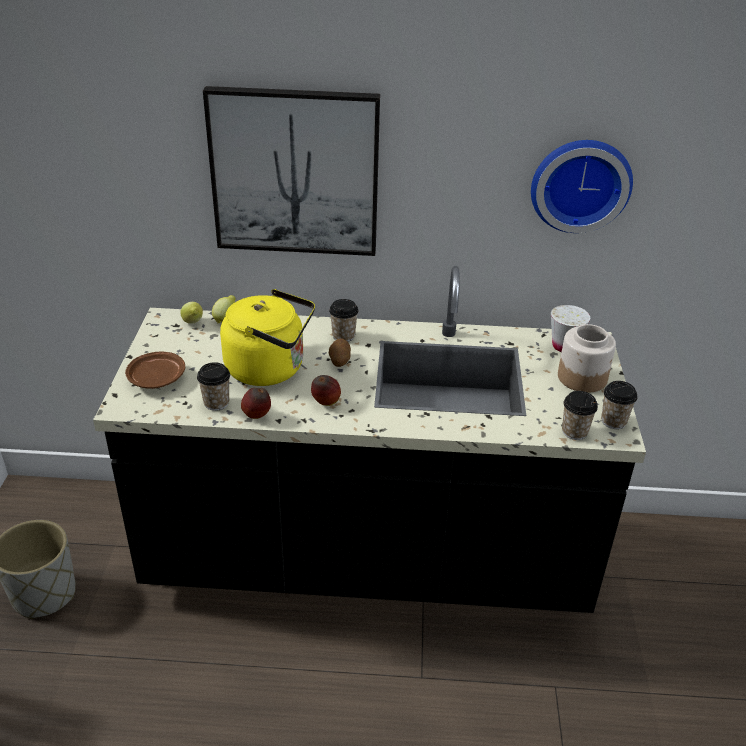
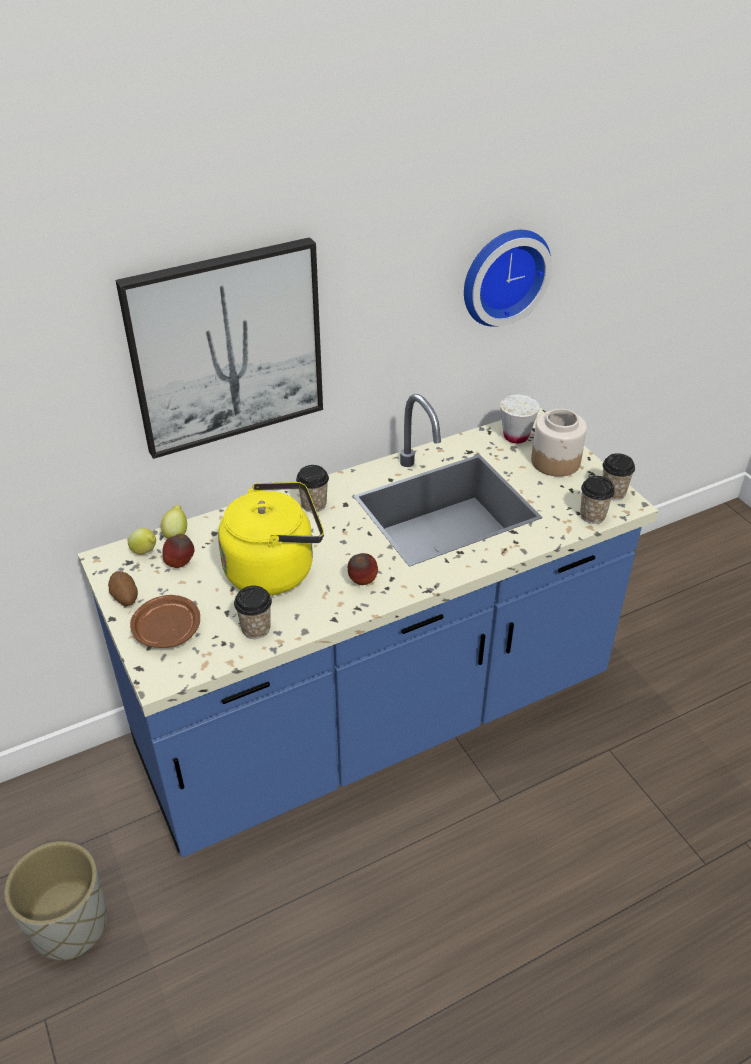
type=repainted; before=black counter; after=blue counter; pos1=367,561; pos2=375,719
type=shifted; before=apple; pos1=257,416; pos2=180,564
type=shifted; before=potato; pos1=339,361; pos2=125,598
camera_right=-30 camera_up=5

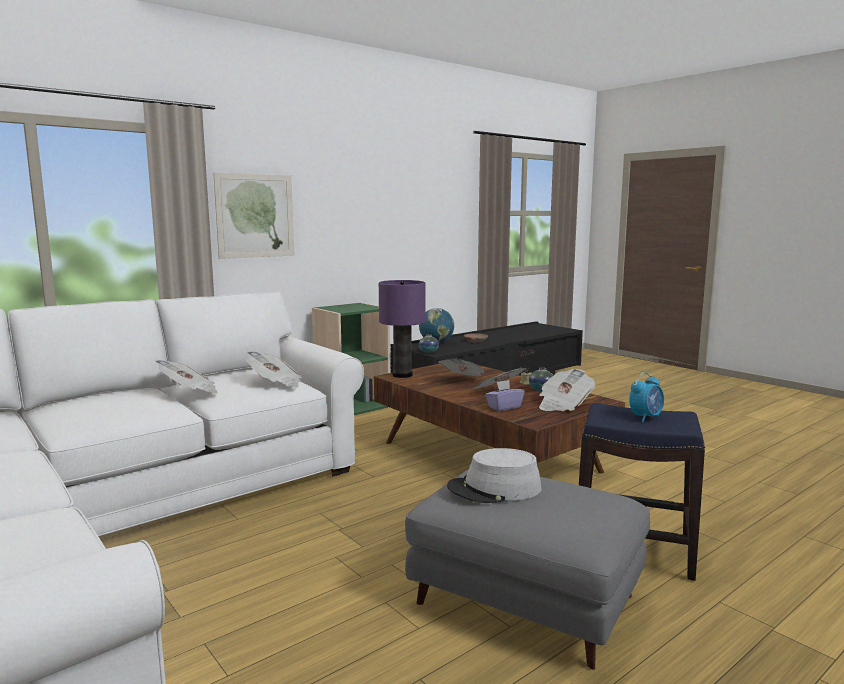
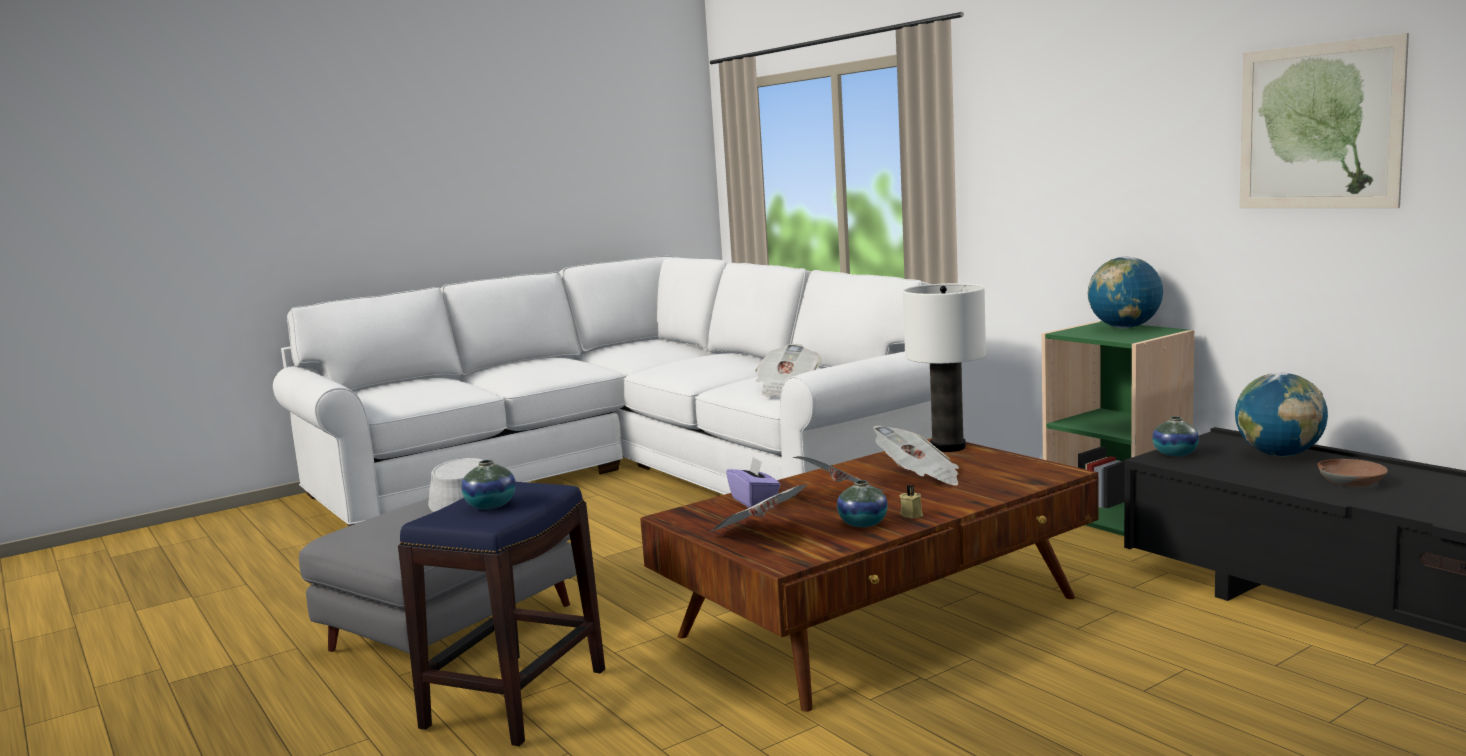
type=gone; before=newspaper; pos1=189,392
type=shifted; before=picture; pos1=255,216; pos2=1319,126
type=repainted; before=purple table lamp; after=white table lamp; pos1=402,375; pos2=948,447
type=swapped; before=alarm clock; after=vase; pos1=646,417; pos2=490,505
type=new; after=globe; pos2=1125,328
camera_right=95 camera_up=0

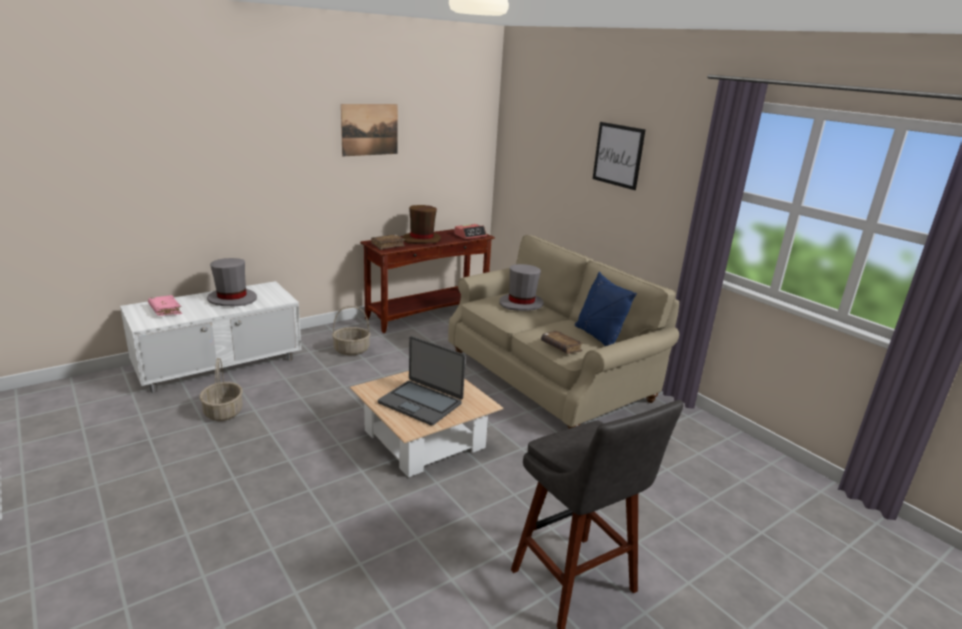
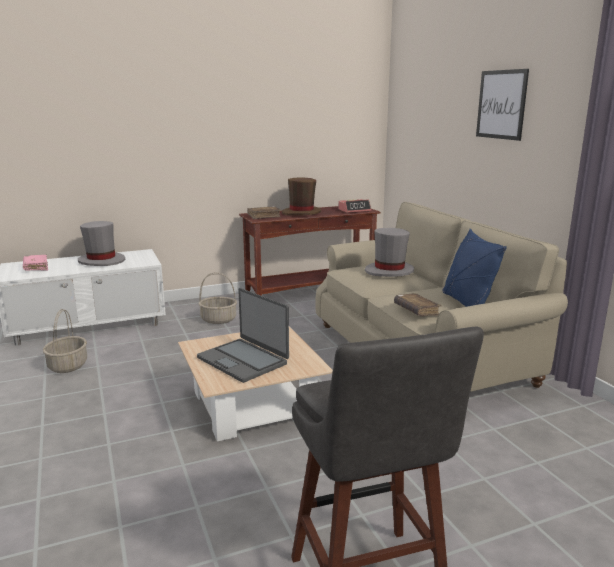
type=gone; before=picture; pos1=369,129
camera_right=15 camera_up=-5

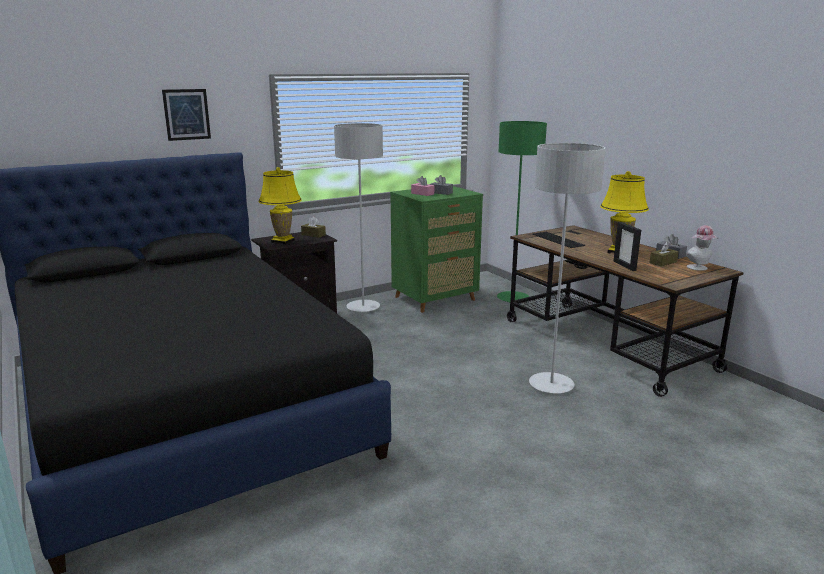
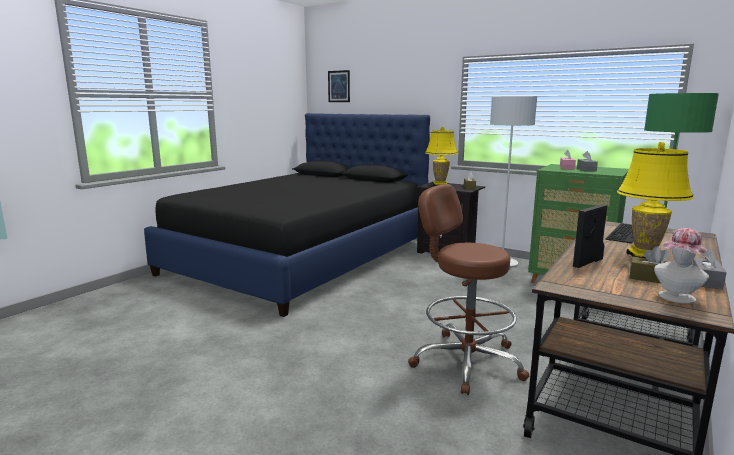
type=shifted; before=picture; pos1=186,114; pos2=339,86
type=swapped; before=grey floor lamp; after=brown stool; pos1=551,385; pos2=465,361
camera_right=65 camera_up=-5

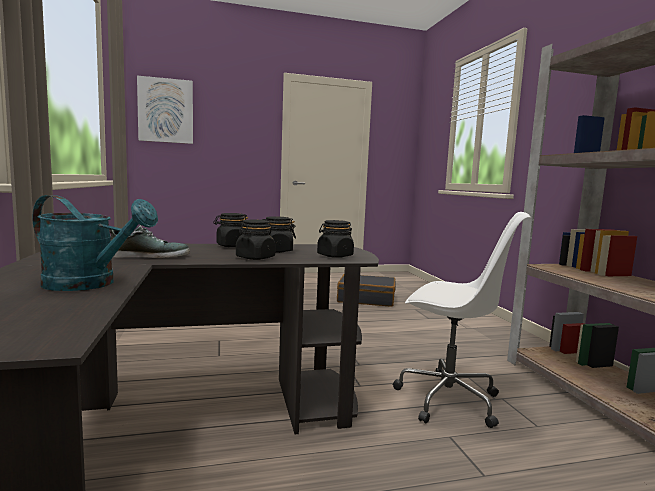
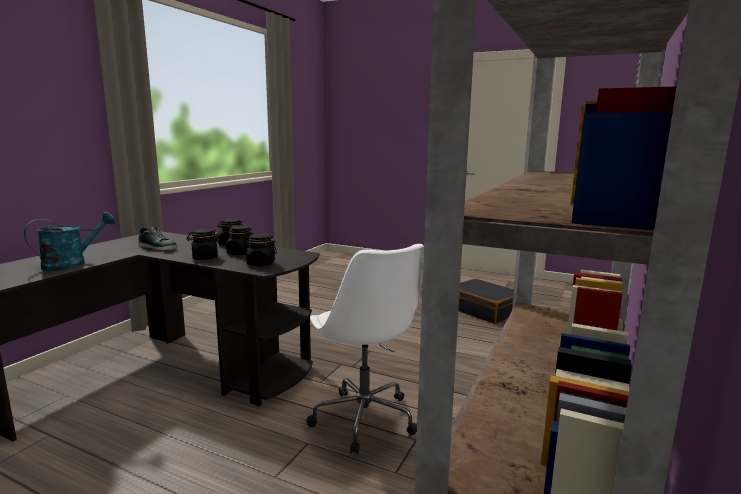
type=rotated; before=turquoise watering can; pos1=90,284; pos2=72,264; turn=-105
type=gone; before=picture; pos1=166,110
camera_right=40 camera_up=5

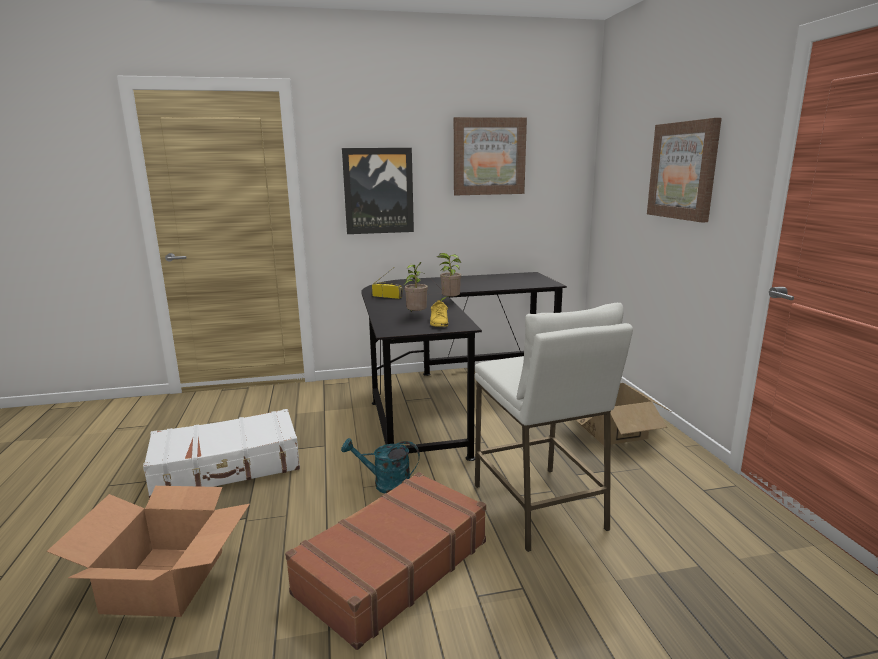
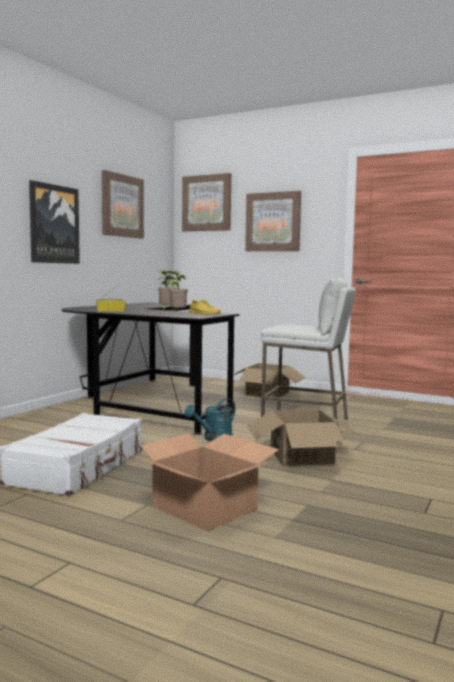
type=swapped; before=brown suitcase; after=cardboard box; pos1=392,567; pos2=301,456
type=new; after=picture; pos2=207,203
camera_right=-50 camera_up=-10

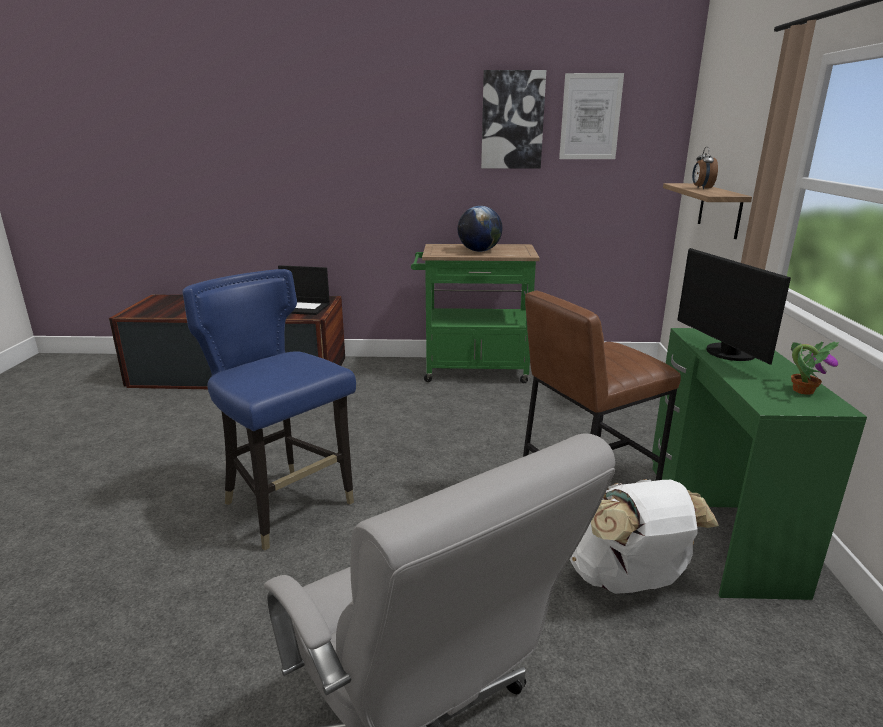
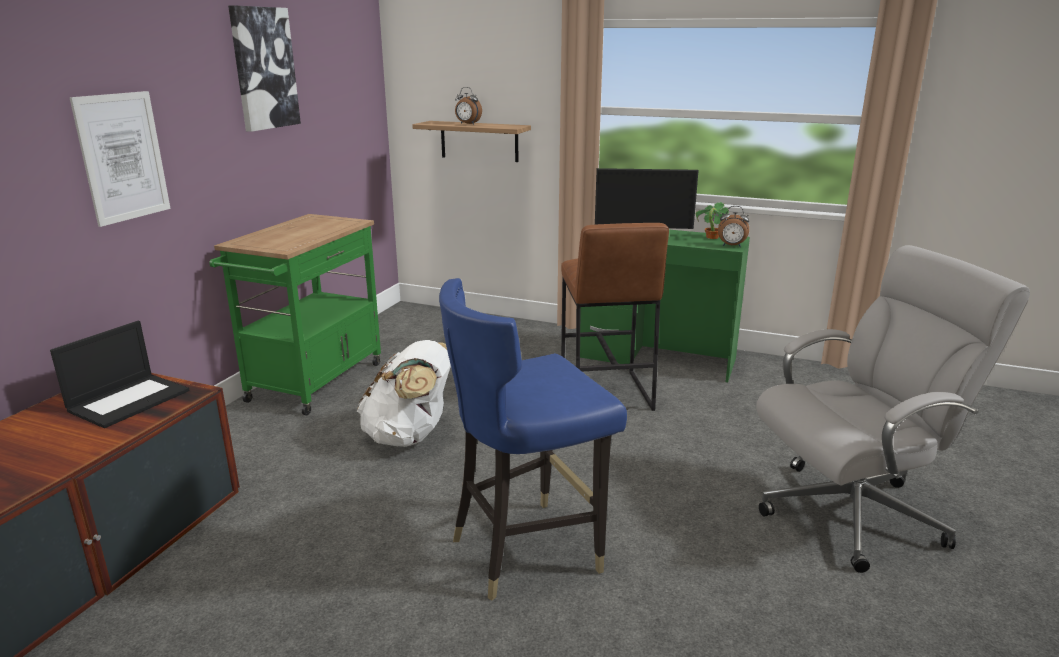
type=gone; before=globe; pos1=479,251
type=shifted; before=picture; pos1=590,117; pos2=123,157
type=shifted; before=white backpack; pos1=628,581; pos2=410,436
type=new; after=alarm clock; pos2=731,246
camera_right=-70 camera_up=0

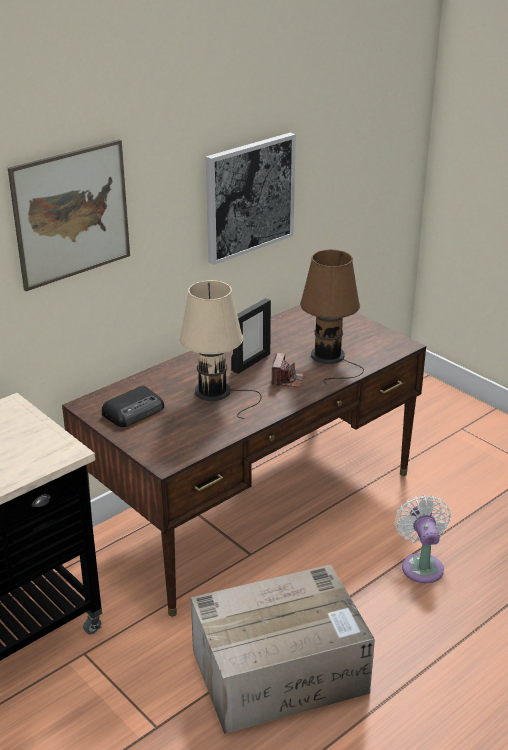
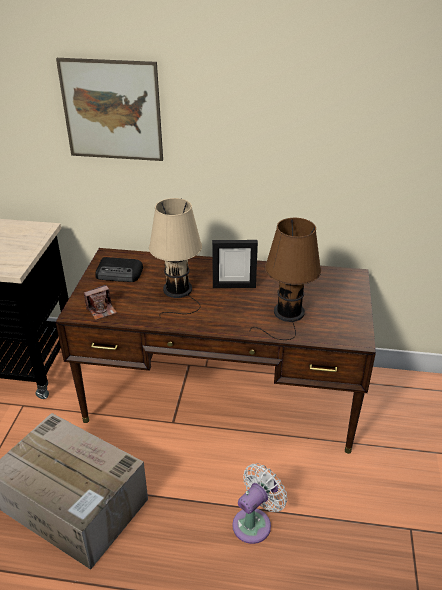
type=gone; before=picture; pos1=249,197
type=shifted; before=photo camera; pos1=286,380; pos2=101,310
camera_right=50 camera_up=5

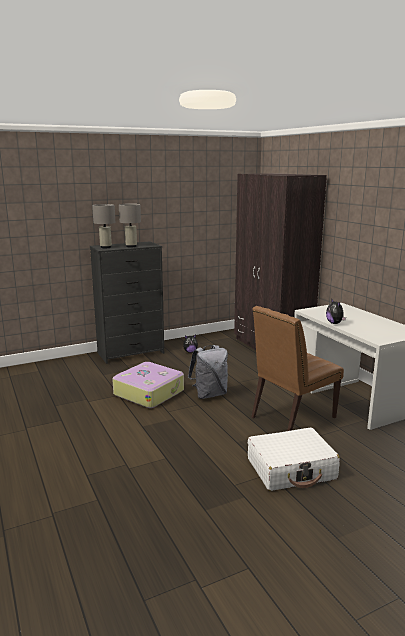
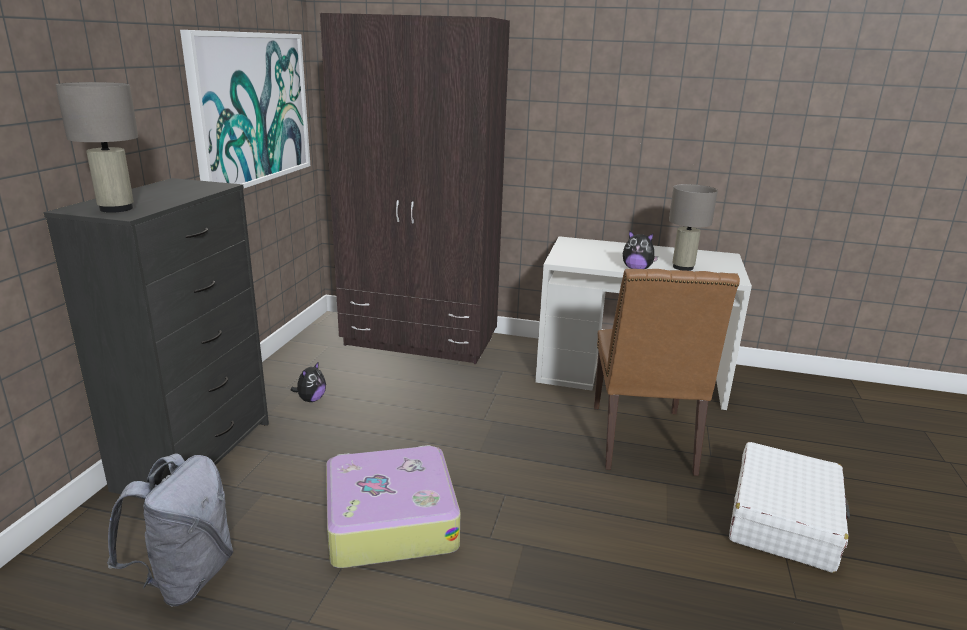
type=shifted; before=grey table lamp; pos1=131,246; pos2=683,267
type=shifted; before=grey backpack; pos1=209,394; pos2=186,578
type=new; after=picture; pos2=251,109
camera_right=-50 camera_up=5

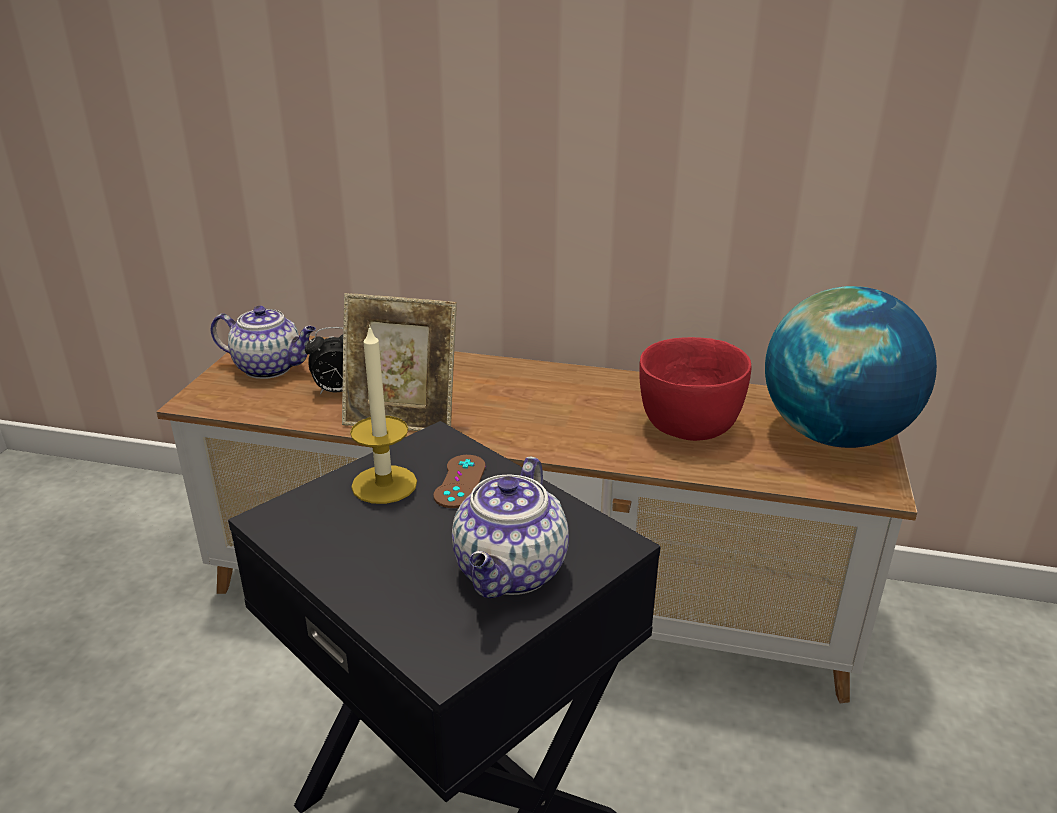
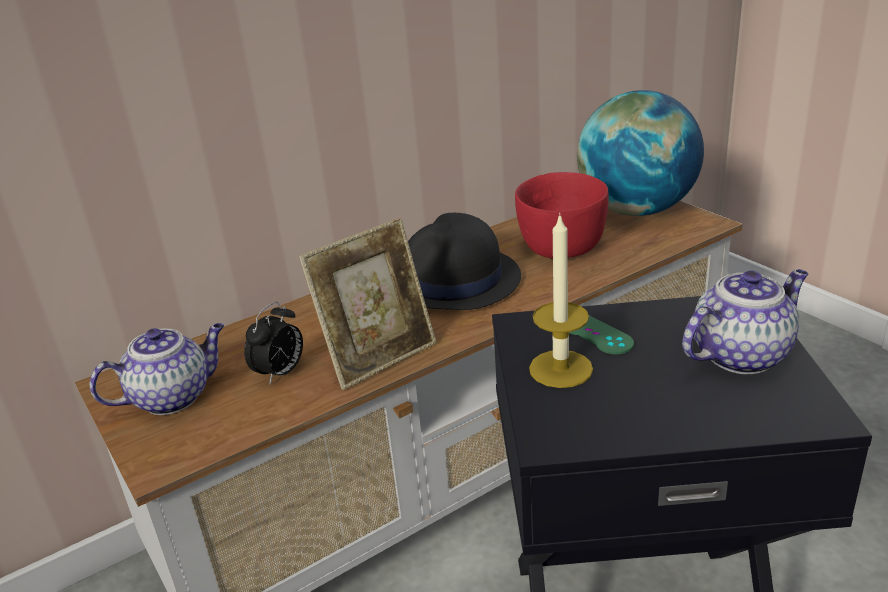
type=repainted; before=brown game controller; after=green game controller; pos1=460,481; pos2=597,334
type=rotated; before=teapot; pos1=511,573; pos2=741,354; turn=-90
type=new; after=black hat; pos2=453,281
camera_right=-45 camera_up=0

